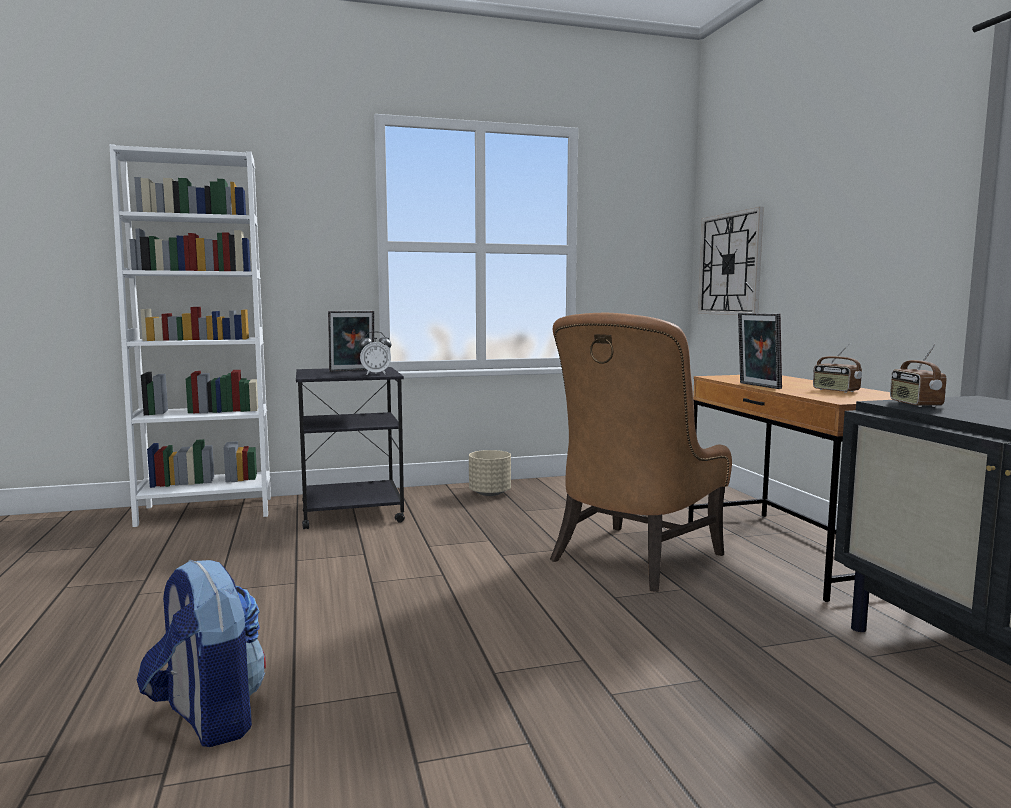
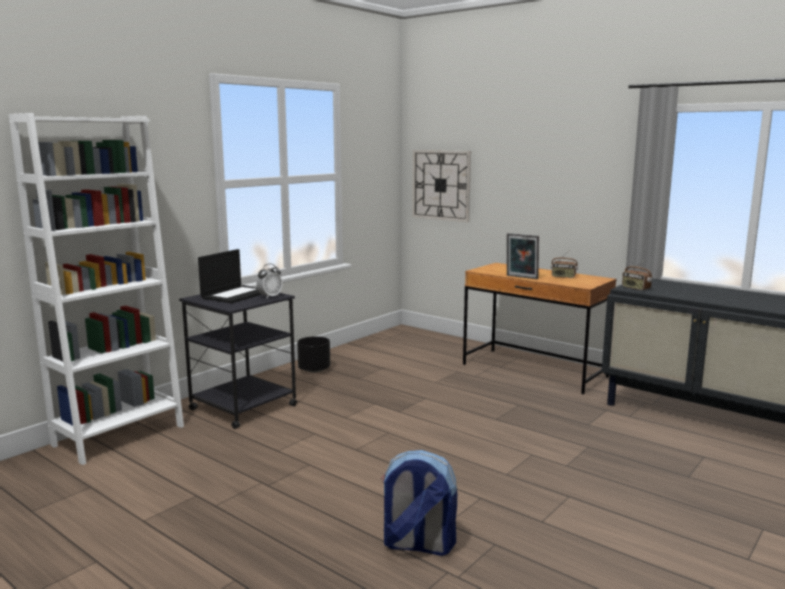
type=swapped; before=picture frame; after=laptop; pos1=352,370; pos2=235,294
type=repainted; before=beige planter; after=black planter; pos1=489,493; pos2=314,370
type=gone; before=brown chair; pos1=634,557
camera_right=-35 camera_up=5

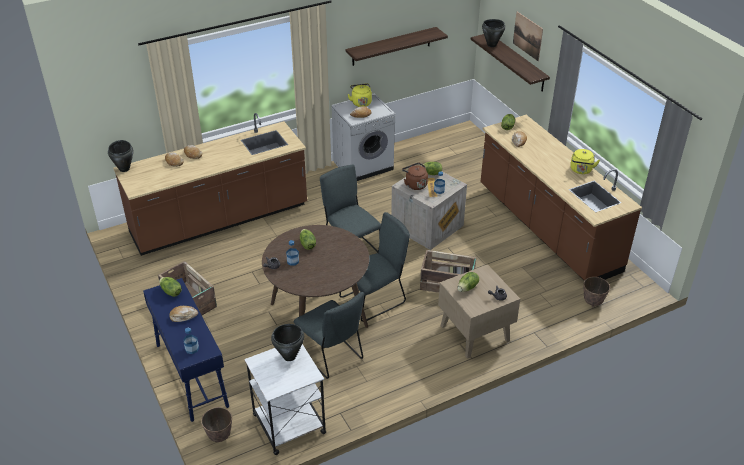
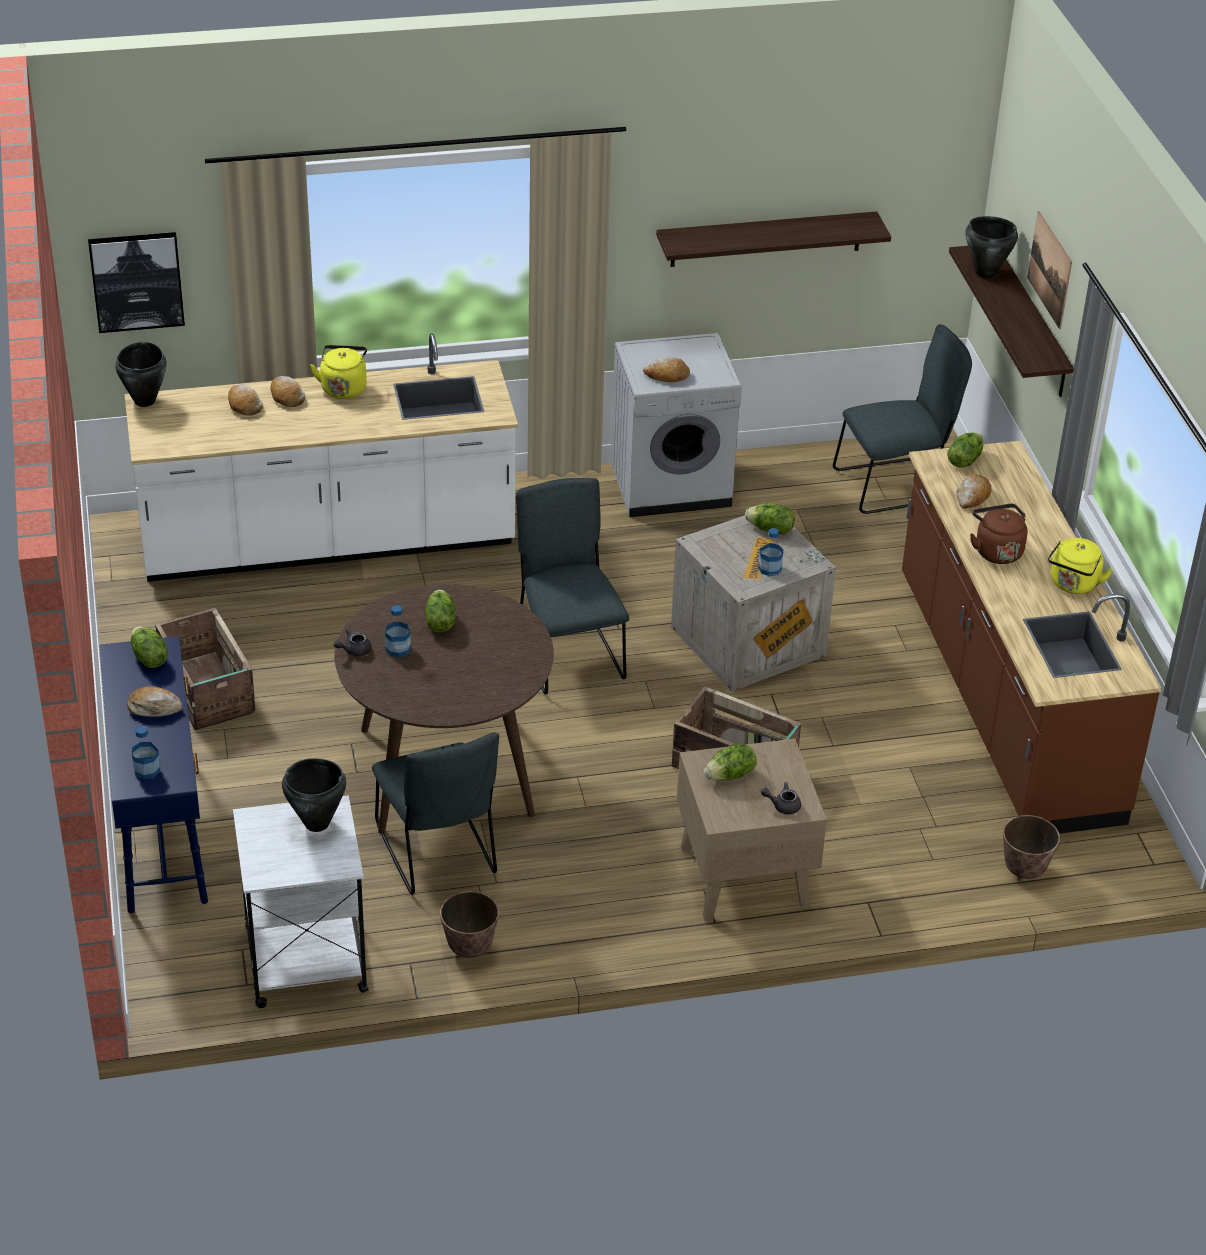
type=repainted; before=brown counter; after=white counter; pos1=220,220; pos2=327,542
type=shifted; before=planter; pos1=219,436; pos2=470,949
type=shifted; before=grey chair; pos1=375,299; pos2=896,485
type=shifted; before=yellow kettle; pos1=361,102; pos2=343,387
type=shifted; before=brown kettle; pos1=415,184; pos2=996,551
type=new; after=picture; pos2=136,281
camera_right=15 camera_up=0

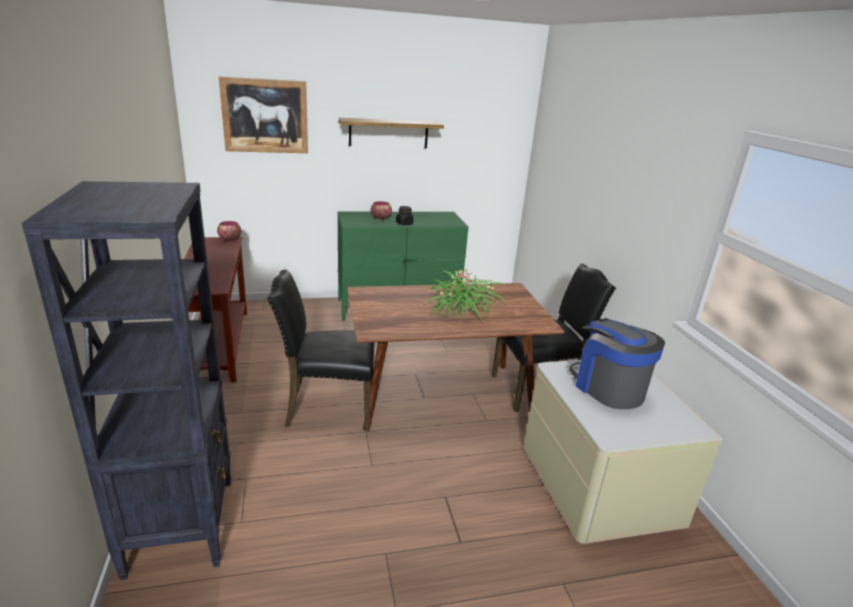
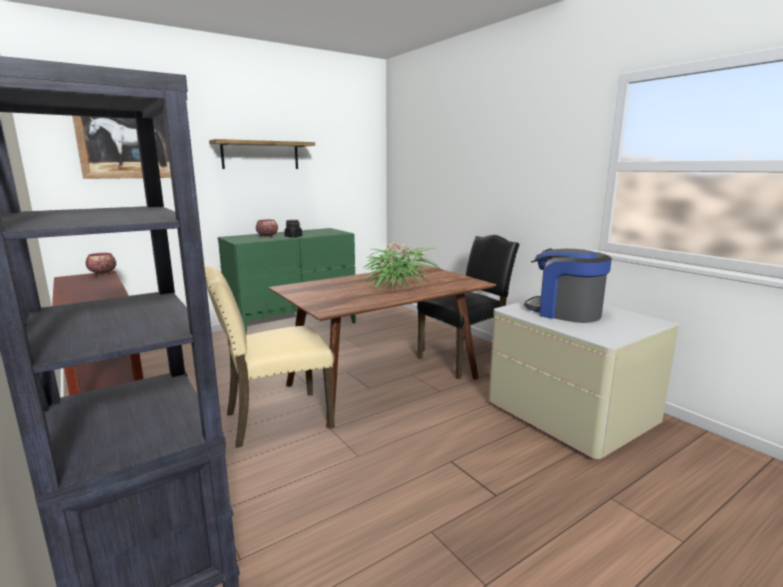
type=repainted; before=black chair; after=beige chair; pos1=327,408; pos2=275,419
camera_right=-20 camera_up=-10

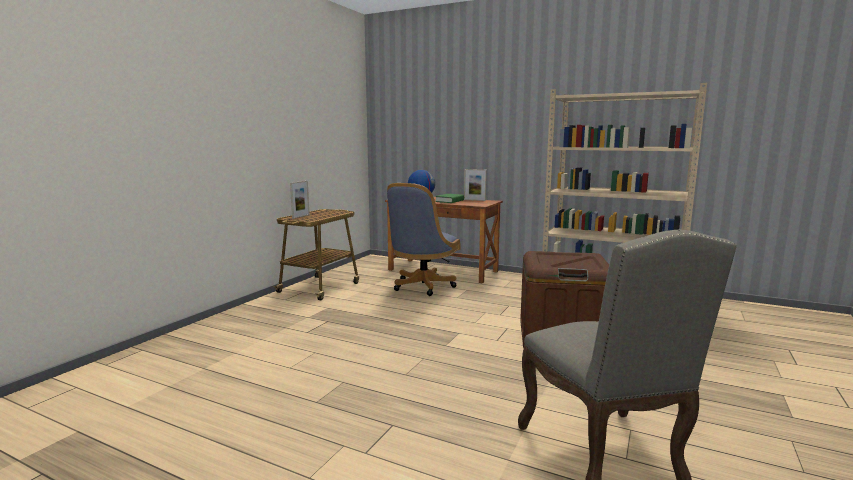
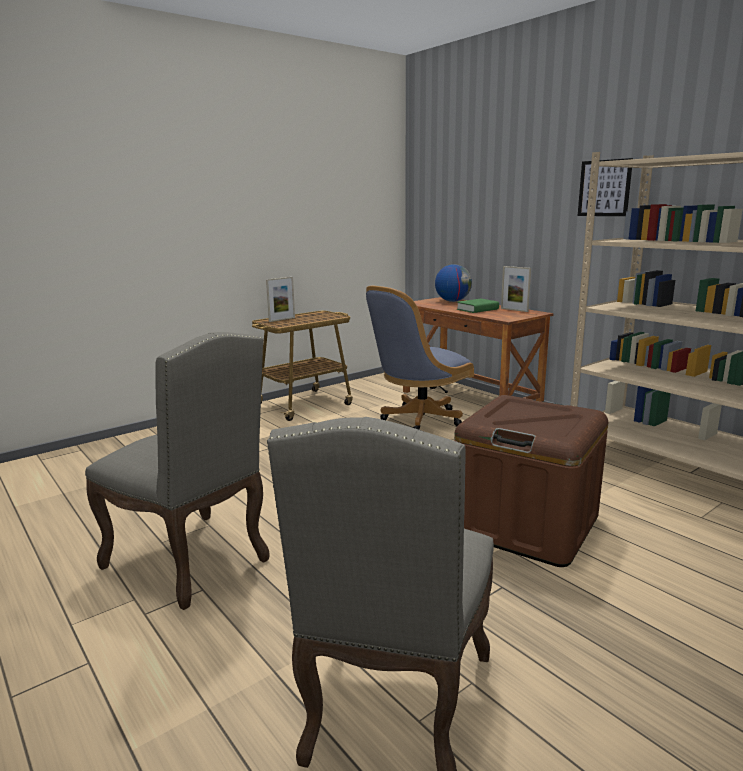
type=new; after=grey chair; pos2=192,562
type=new; after=picture; pos2=604,188
camera_right=25 camera_up=5

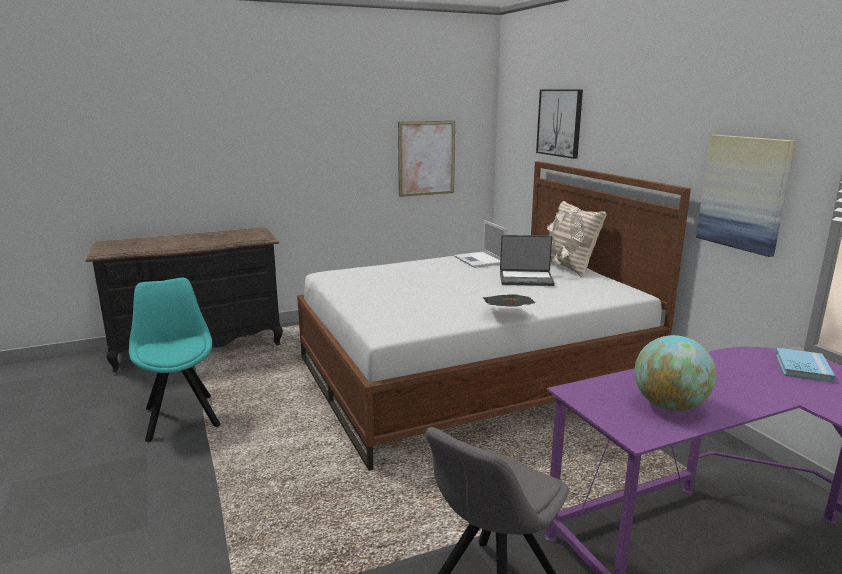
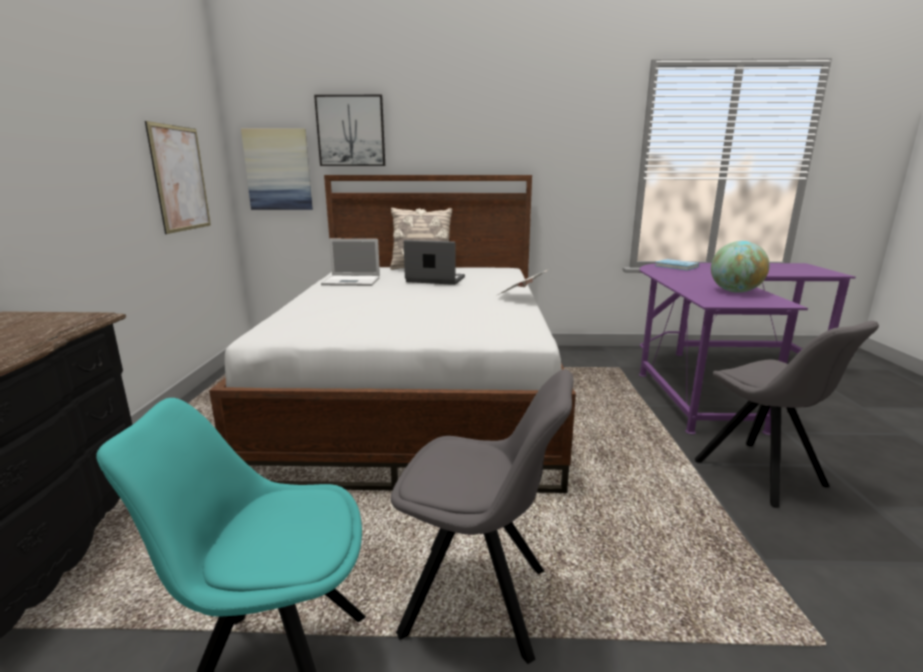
type=rotated; before=laptop; pos1=526,279; pos2=435,280; turn=-105
type=shifted; before=picture; pos1=743,193; pos2=278,170
type=new; after=grey chair; pos2=477,600
camera_right=-65 camera_up=0

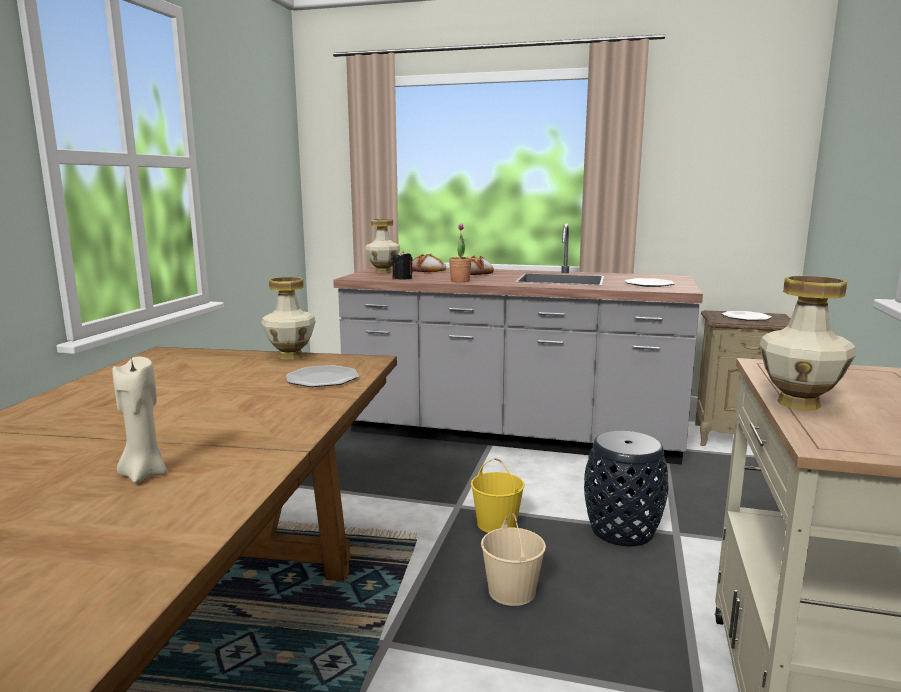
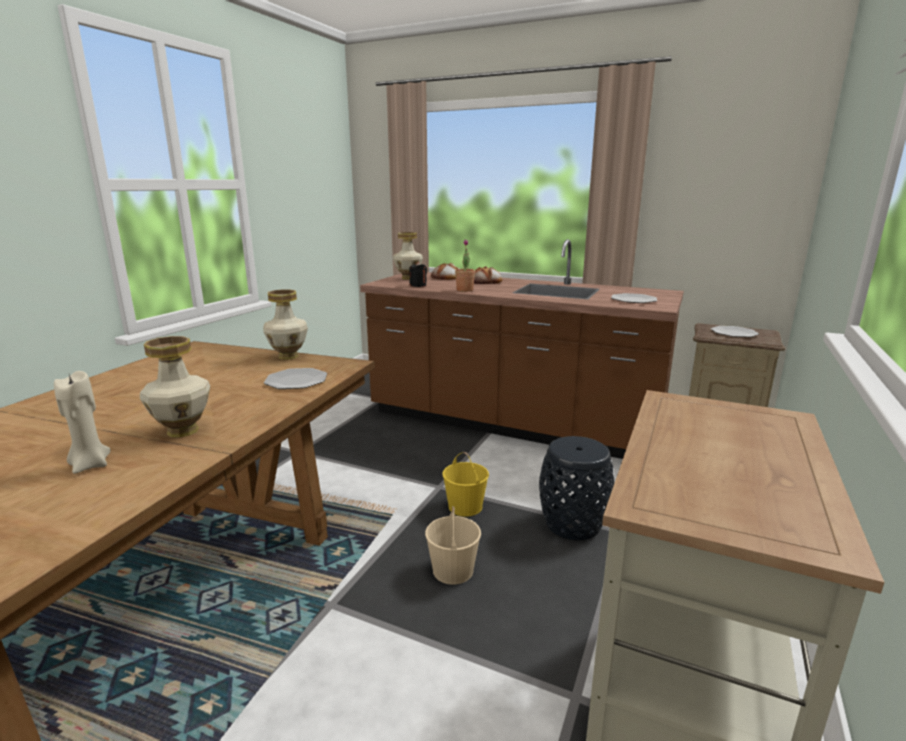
type=repainted; before=grey counter; after=brown counter; pos1=511,434; pos2=512,423
type=shifted; before=vase; pos1=799,404; pos2=182,431
camera_right=10 camera_up=5

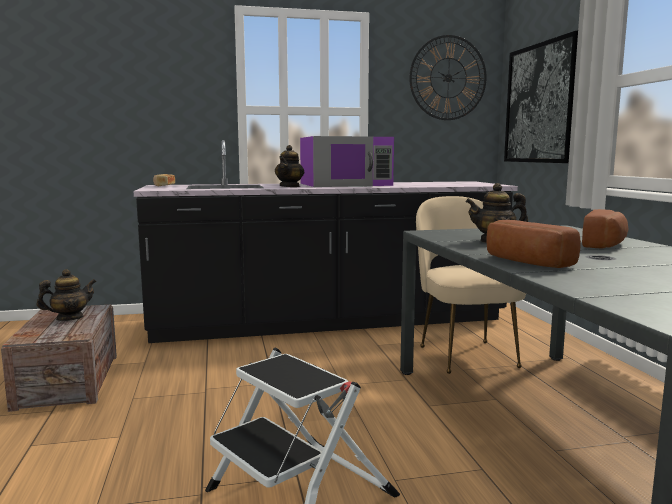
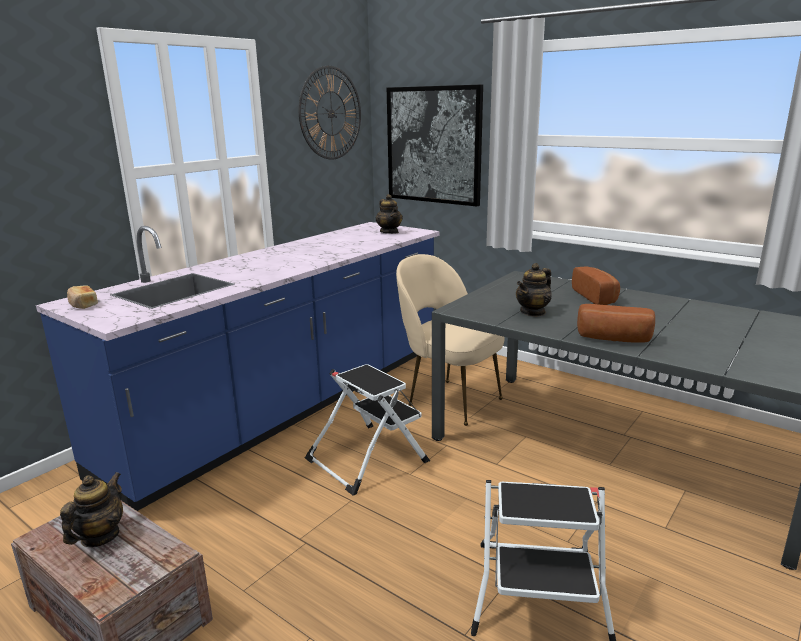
type=repainted; before=black counter; after=blue counter; pos1=329,322; pos2=291,406
type=shifted; before=teapot; pos1=290,186; pos2=389,232
type=gone; before=purple microwave; pos1=346,184
type=new; after=step ladder; pos2=367,457
camera_right=-40 camera_up=10

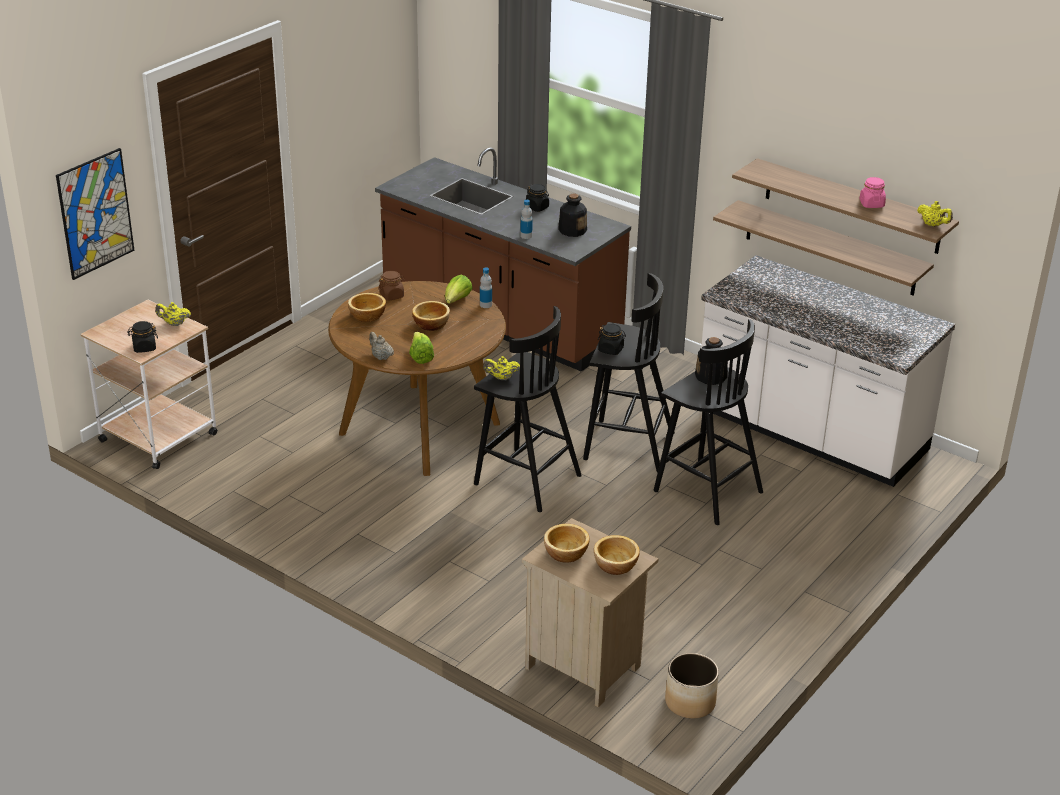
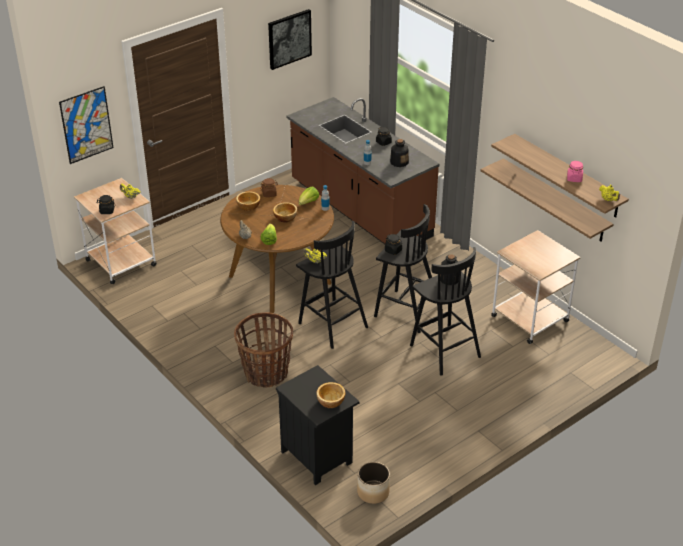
type=repainted; before=beige nightstand; after=black nightstand; pos1=583,665; pos2=317,455
type=gone; before=bowl; pos1=566,553
type=swapped; before=white counter; after=beige cart; pos1=810,433; pos2=530,319
type=new; after=basket; pos2=266,373
type=new; after=picture; pos2=289,38
camera_right=15 camera_up=5

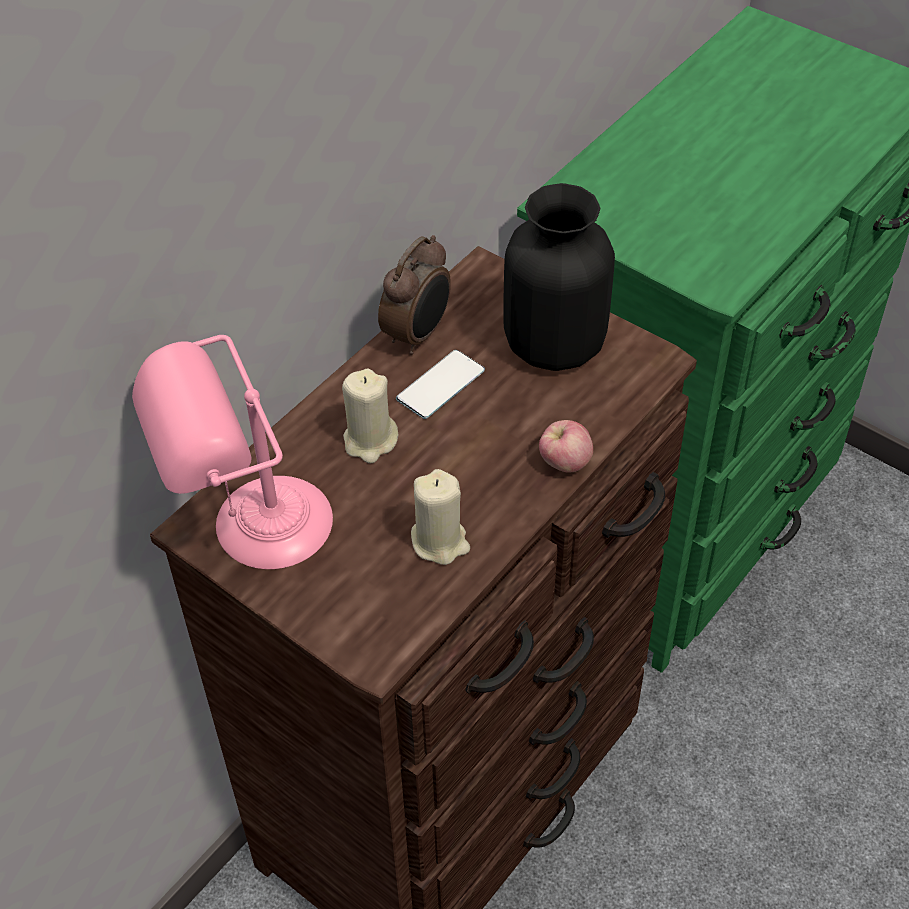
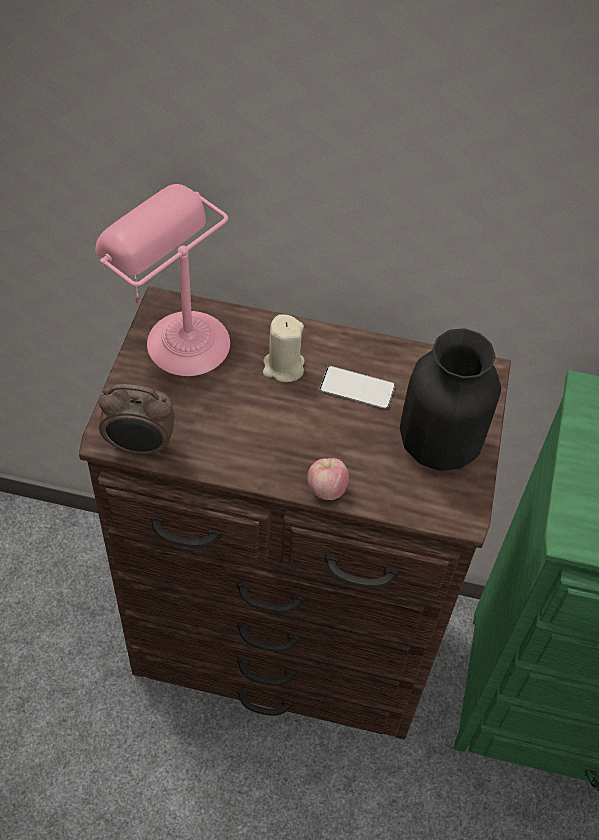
type=shifted; before=alarm clock; pos1=418,334; pos2=140,446
type=gone; before=beige candle; pos1=440,541
camera_right=60 camera_up=5

